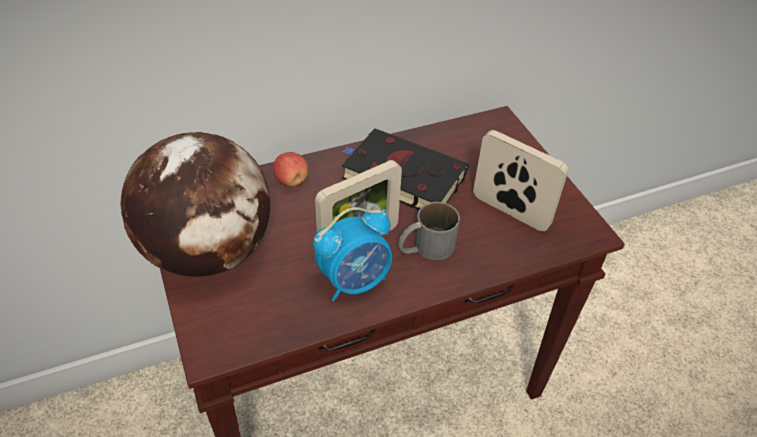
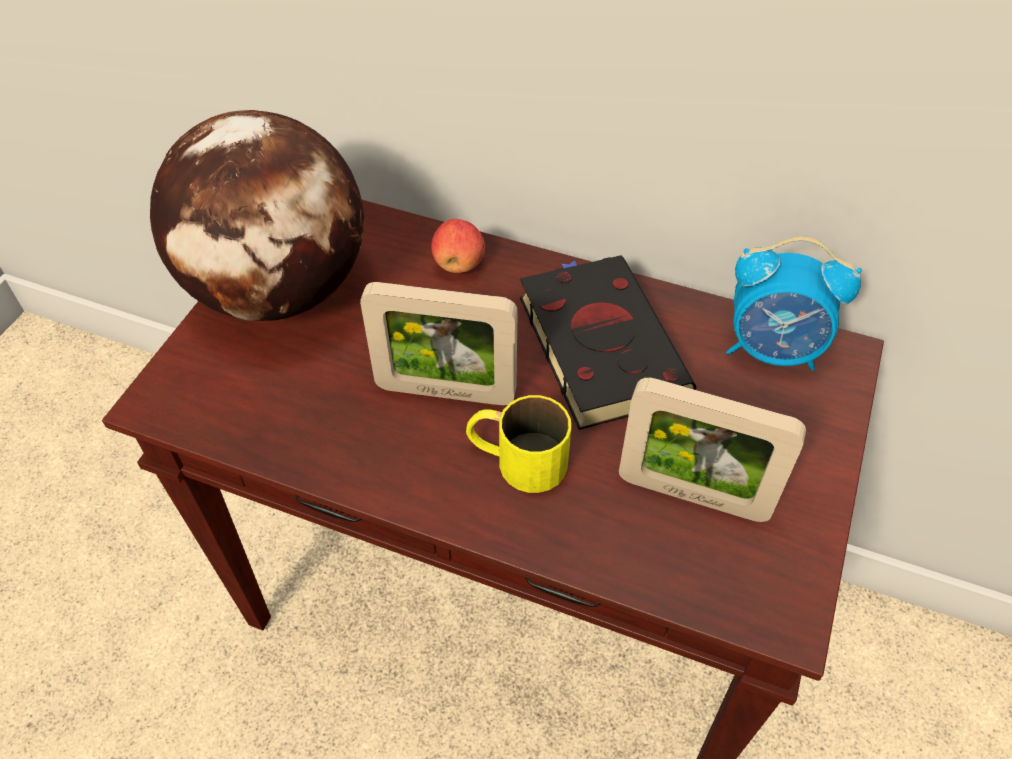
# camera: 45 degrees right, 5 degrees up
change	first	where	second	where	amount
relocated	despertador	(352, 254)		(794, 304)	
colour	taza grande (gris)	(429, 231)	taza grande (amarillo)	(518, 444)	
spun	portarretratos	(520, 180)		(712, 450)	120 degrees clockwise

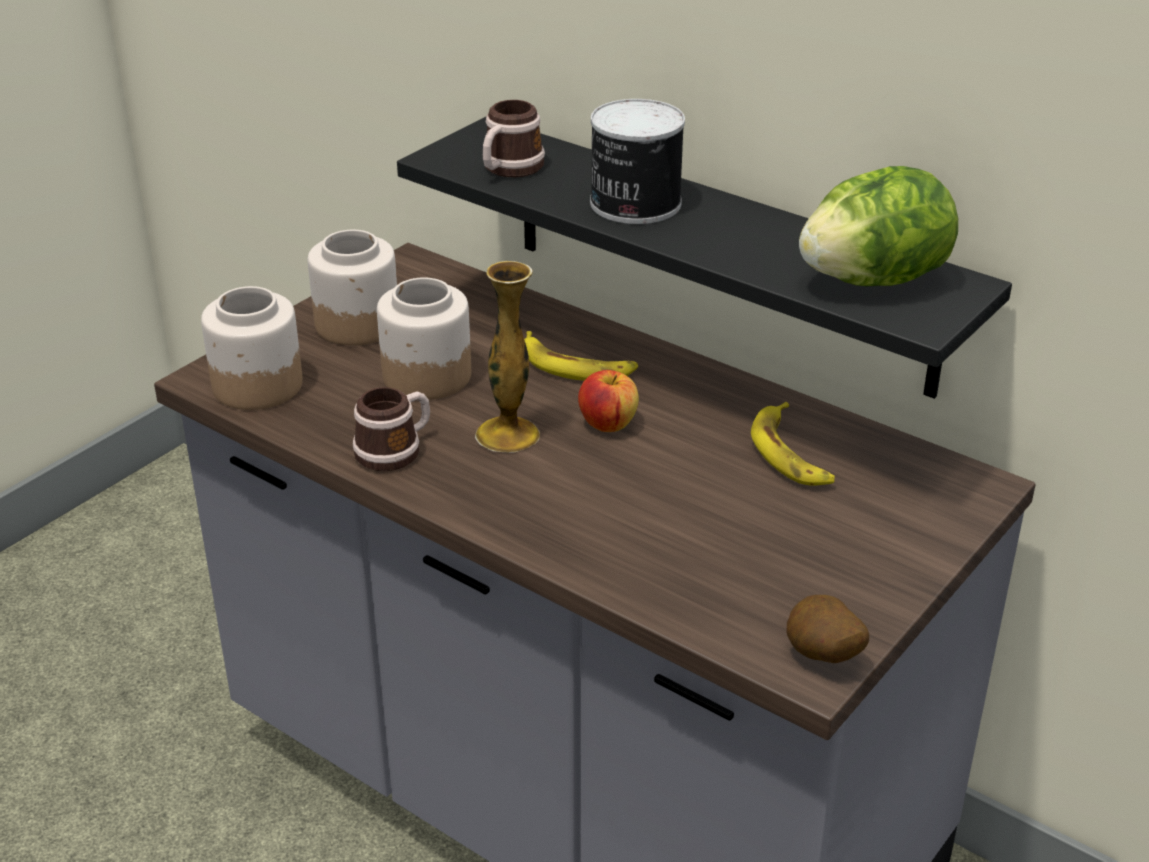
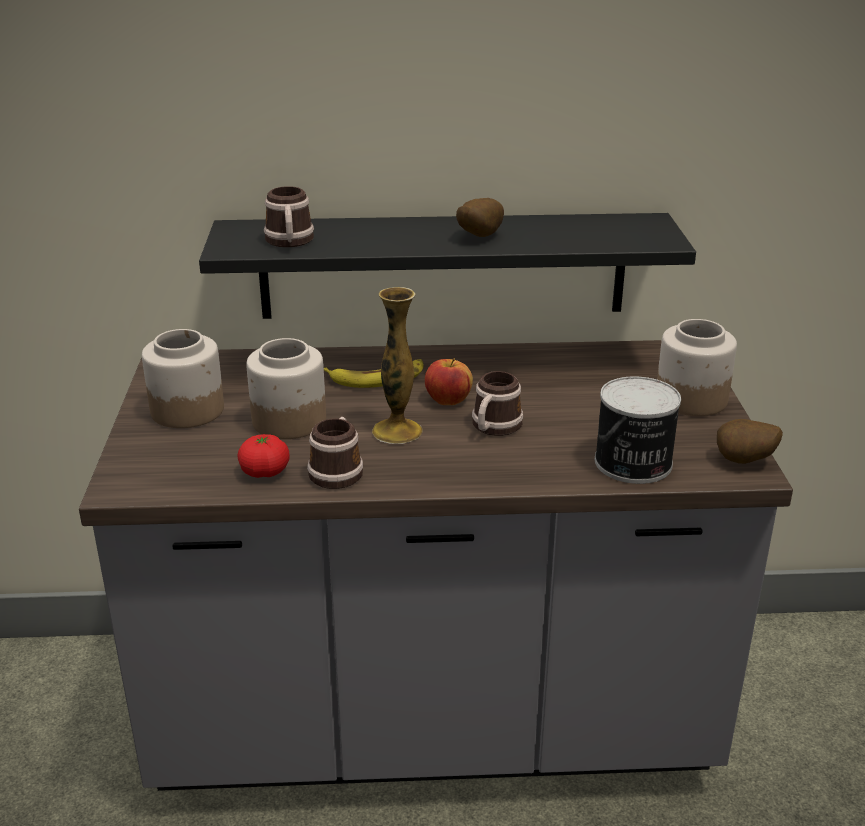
# camera: 40 degrees left, 5 degrees down
change	first	where	second	where	amount
relocated	tarro	(252, 348)		(697, 367)	
relocated	lata	(637, 161)		(638, 430)	
missing	plátano	(793, 444)			
missing	lechuga	(878, 226)			
appeared			tomate	(263, 456)	
appeared			patata	(480, 217)	
appeared			taza grande	(497, 403)	

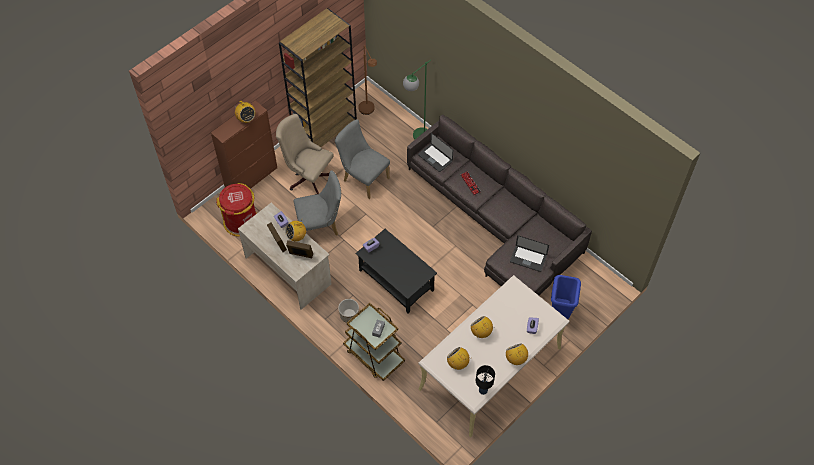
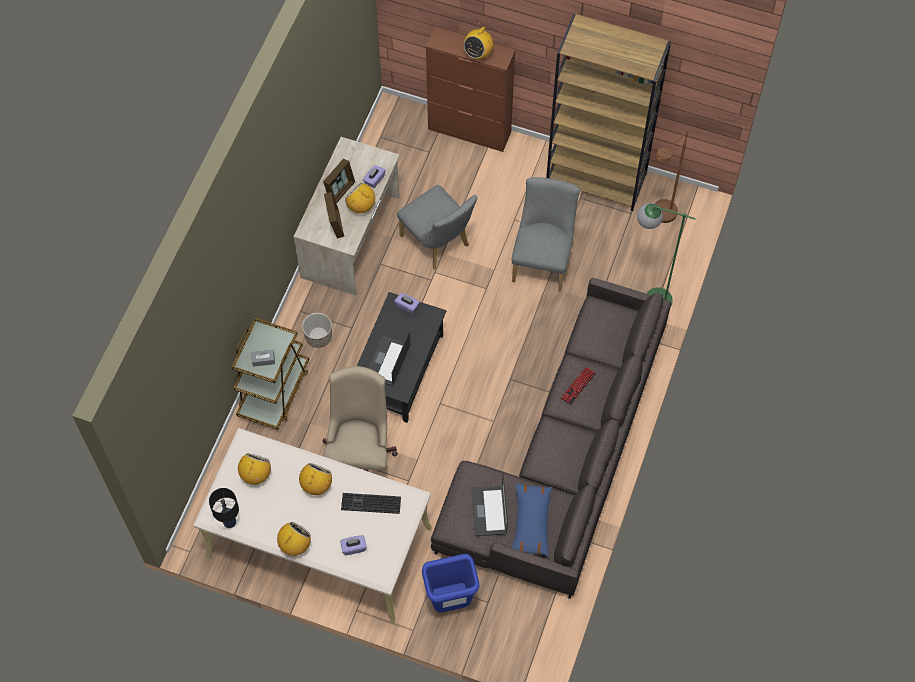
# camera: 65 degrees right, 5 degrees up
change	first	where	second	where	amount
missing	papelera (rojo)	(236, 210)			
relocated	silla de oficina (beis)	(305, 154)		(360, 419)	
relocated	portátil	(435, 152)		(389, 358)	
appeared			teclado	(371, 503)	
appeared			cojín (azul)	(532, 520)	

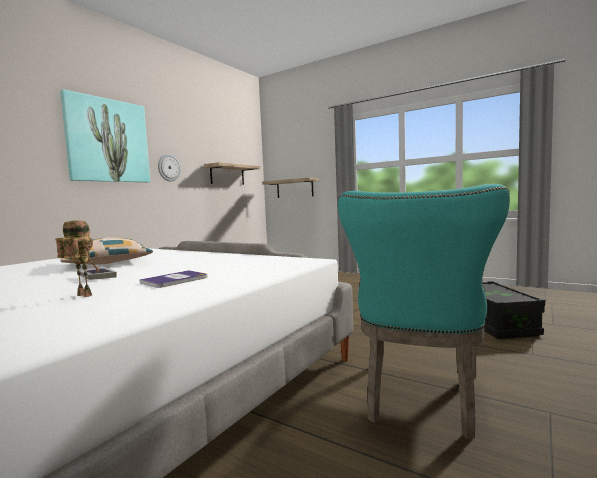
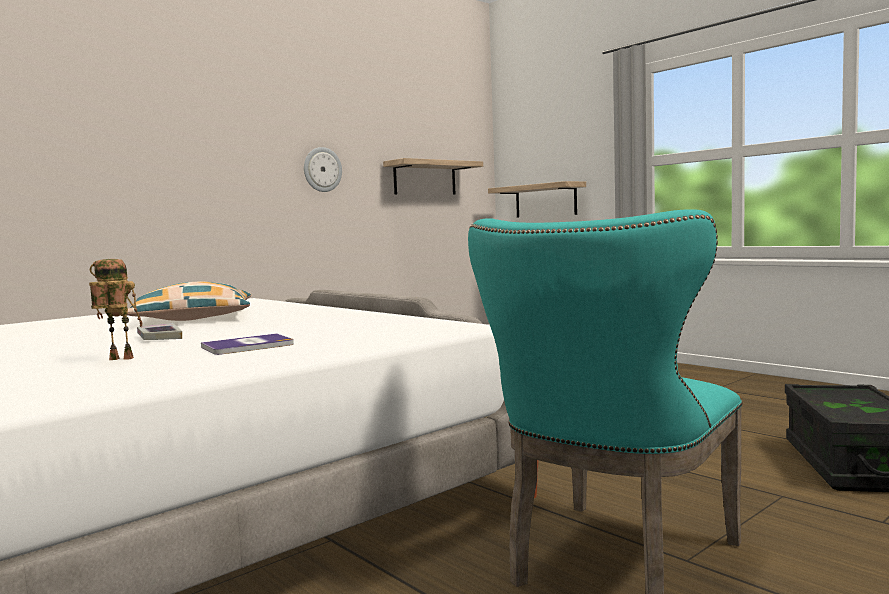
# camera: 15 degrees right, 0 degrees up
change	first	where	second	where	amount
spun	robot de juguete	(78, 259)		(115, 309)	45 degrees counterclockwise
missing	cuadro	(105, 135)			

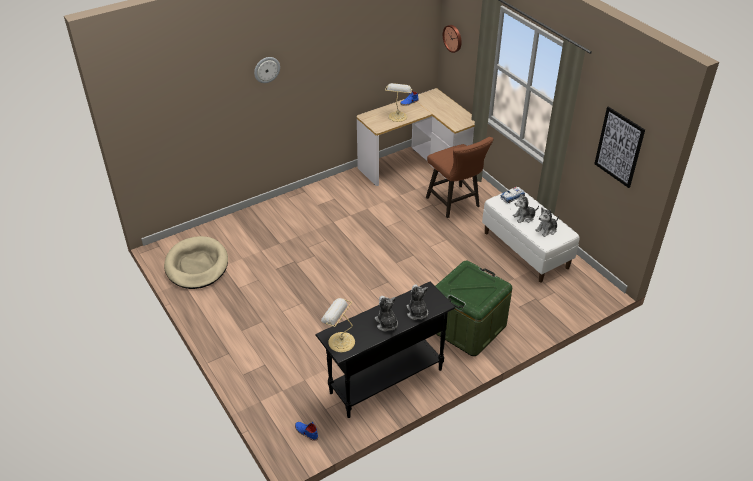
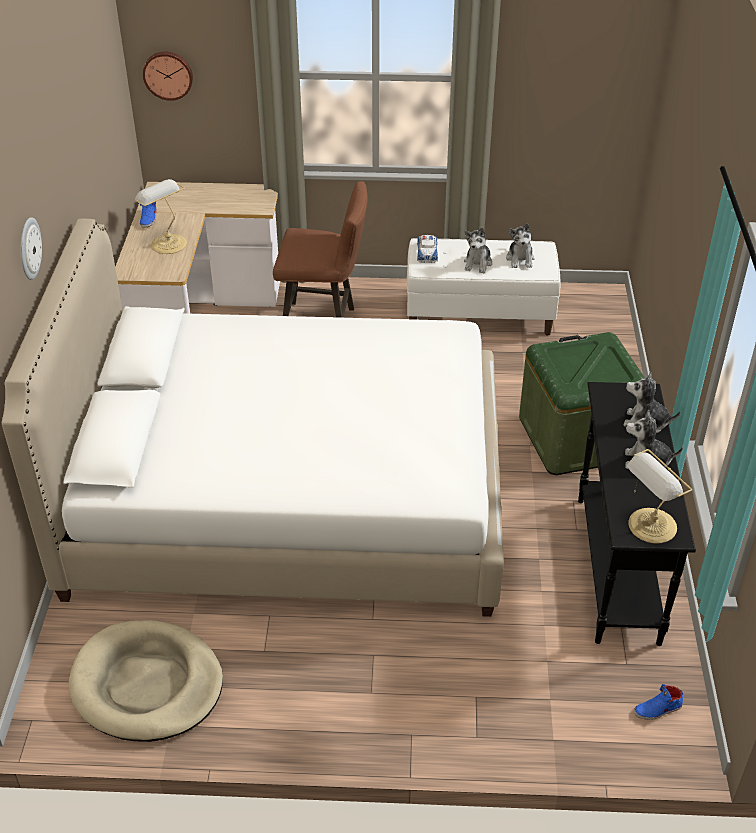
# camera: 55 degrees left, 0 degrees up
change	first	where	second	where	amount
missing	cuadro	(619, 147)			
appeared			cama (blanco)	(253, 418)	

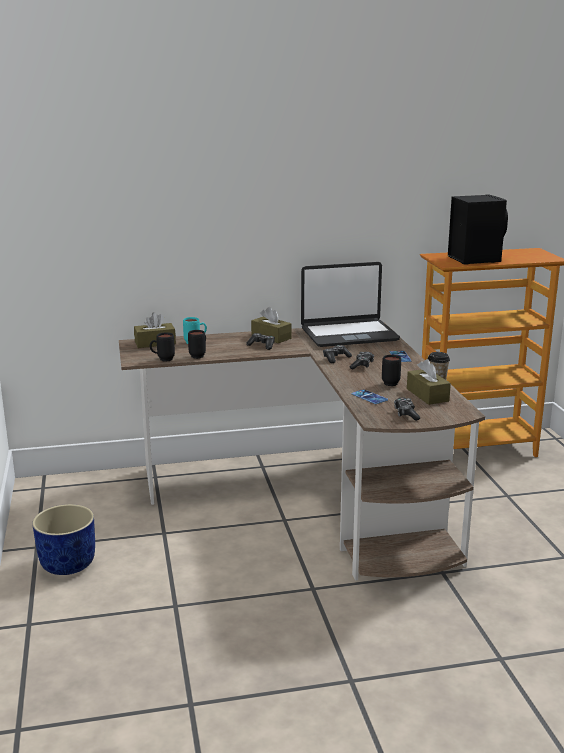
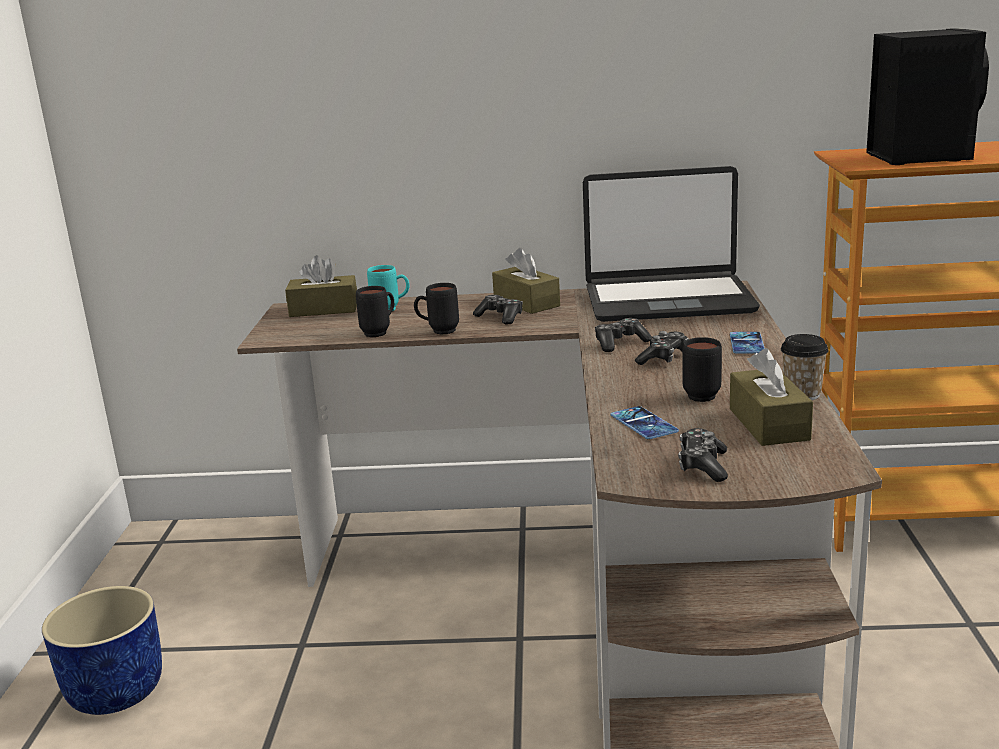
# camera: 15 degrees right, 0 degrees up
change	first	where	second	where	amount
relocated	taza grande (negro)	(162, 347)		(436, 309)	

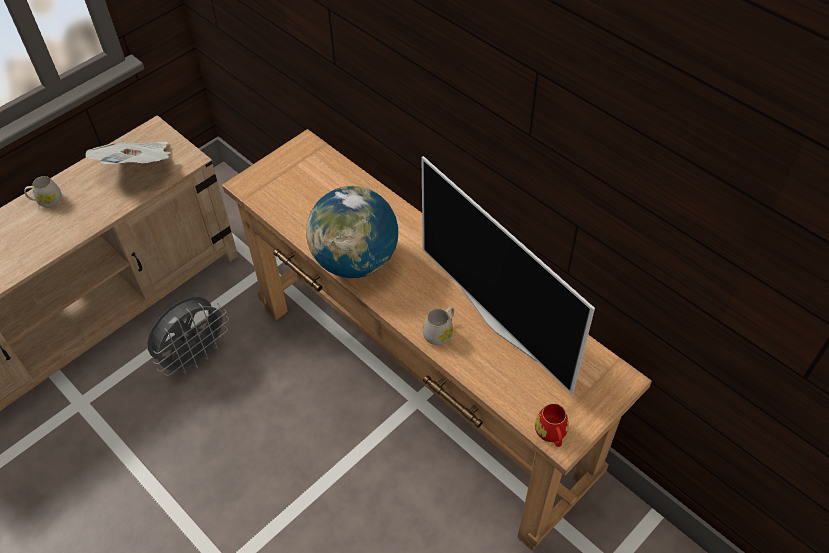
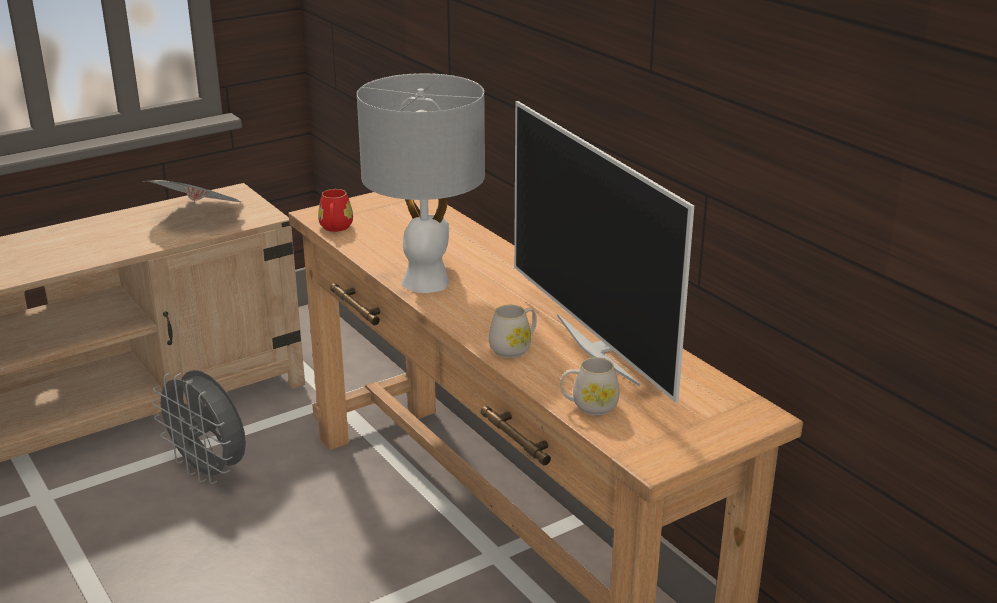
# camera: 10 degrees right, 25 degrees down
change	first	where	second	where	amount
relocated	taza grande (blanco)	(43, 192)		(590, 386)	
spun	ventilador (gris)	(188, 336)		(199, 427)	75 degrees clockwise
exchanged	globo terráqueo	(352, 232)	lámpara de mesa (gris)	(421, 183)	
relocated	taza grande (rojo)	(552, 425)		(335, 210)	

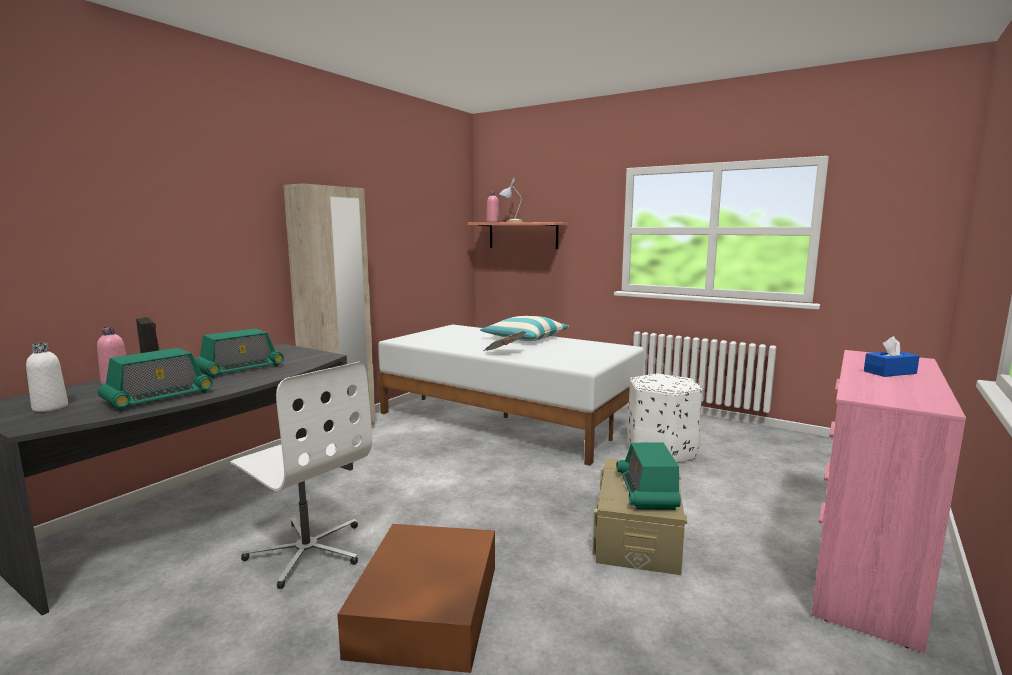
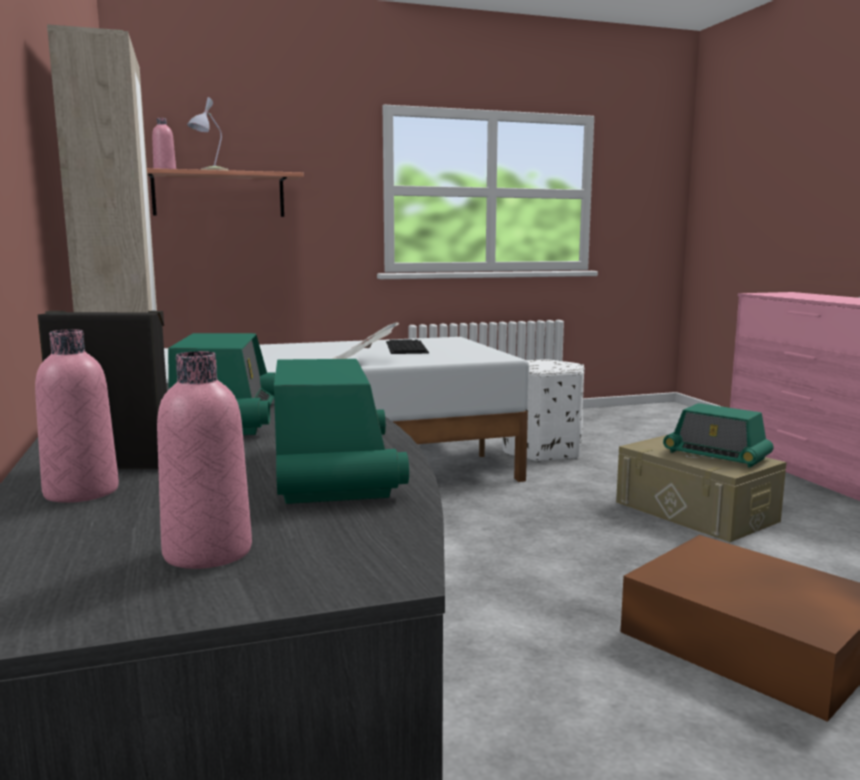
# camera: 50 degrees left, 0 degrees up
change	first	where	second	where	amount
colour	botella (blanco)	(47, 377)	botella (rosa)	(204, 460)	
missing	silla de oficina (blanco)	(301, 475)			
missing	cojín	(524, 328)			
missing	caja de pañuelos (azul)	(892, 356)			
appeared			teclado	(407, 346)	

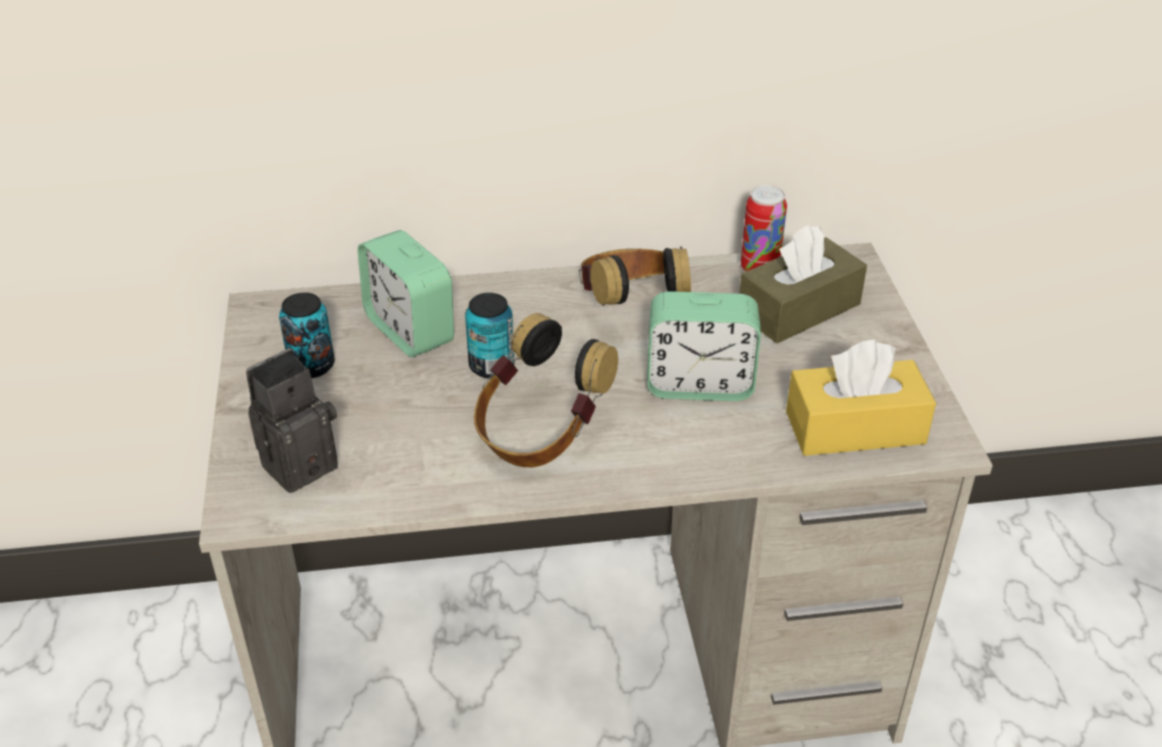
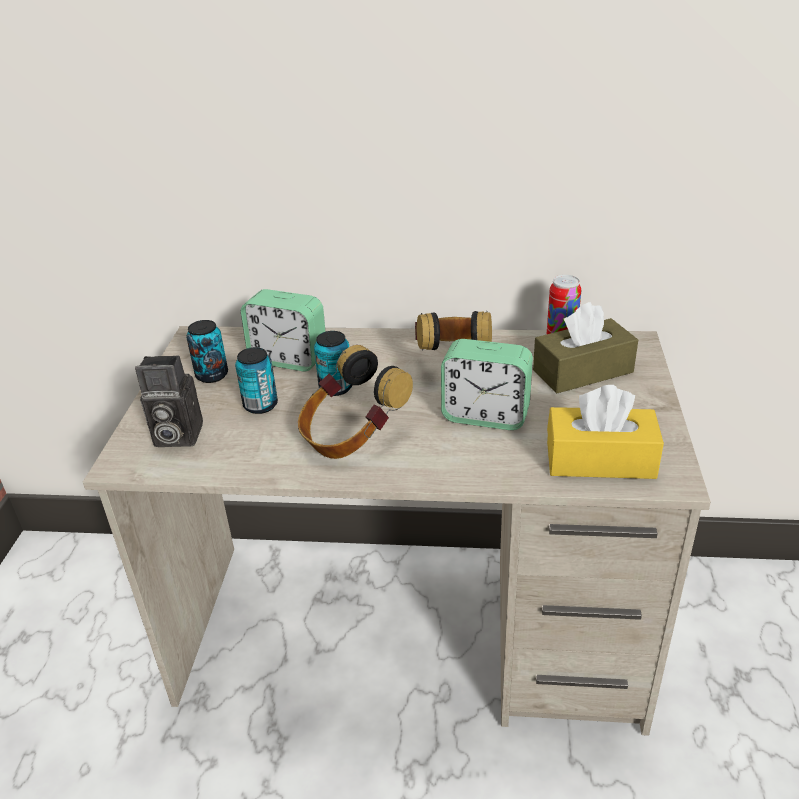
# camera: 15 degrees right, 5 degrees down
change	first	where	second	where	amount
spun	cámara	(292, 421)		(169, 401)	150 degrees counterclockwise
spun	despertador	(406, 293)		(283, 330)	45 degrees counterclockwise
appeared			lata	(256, 380)	

